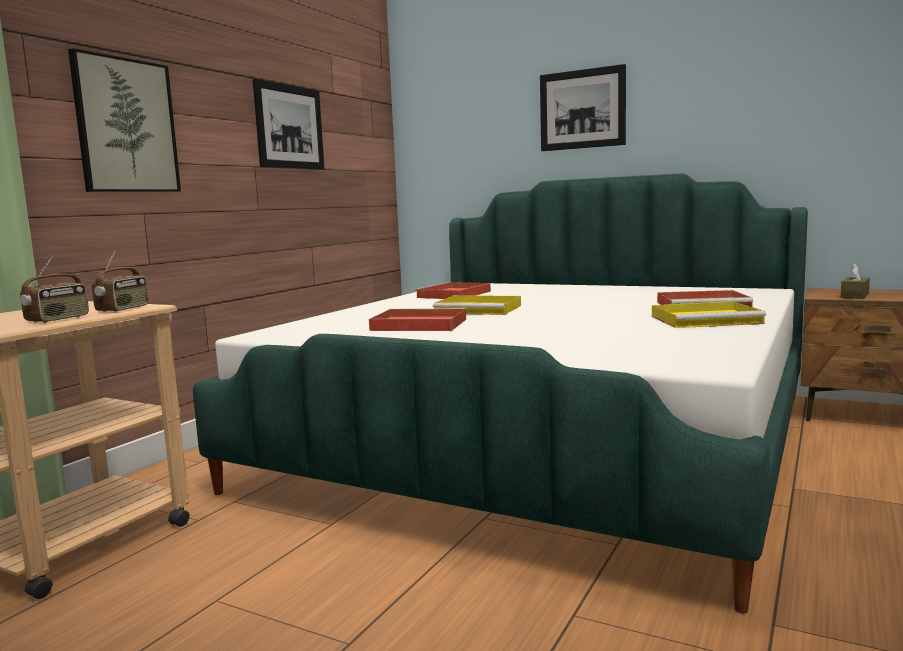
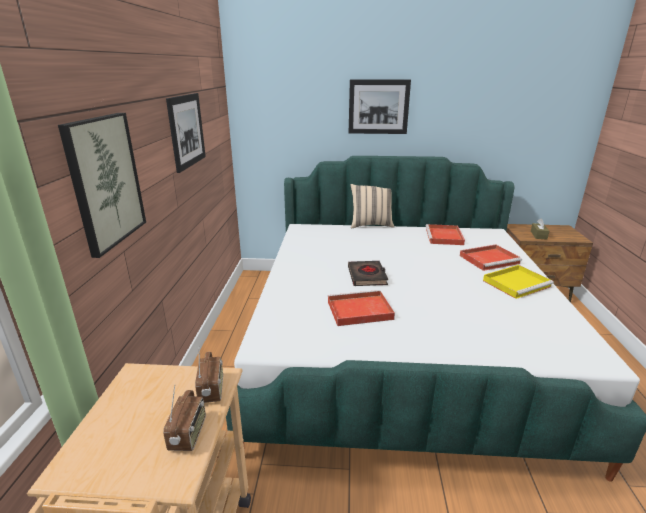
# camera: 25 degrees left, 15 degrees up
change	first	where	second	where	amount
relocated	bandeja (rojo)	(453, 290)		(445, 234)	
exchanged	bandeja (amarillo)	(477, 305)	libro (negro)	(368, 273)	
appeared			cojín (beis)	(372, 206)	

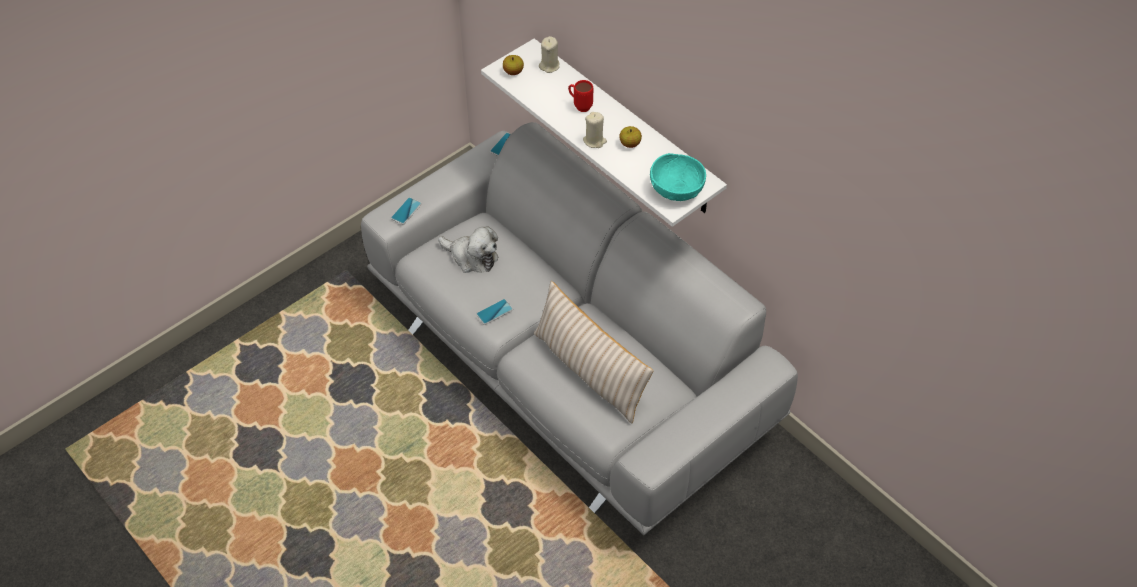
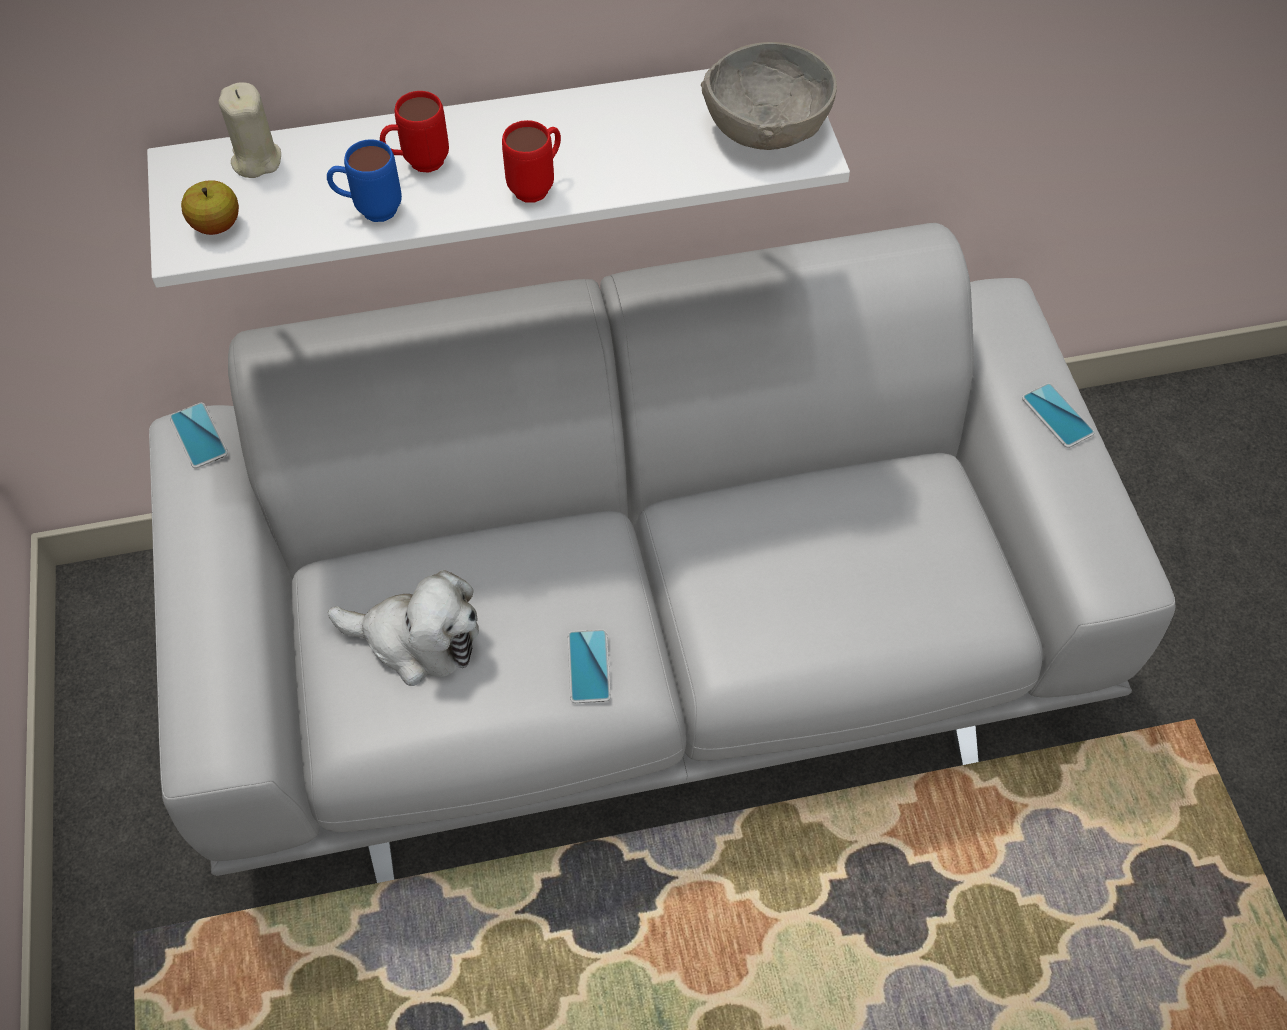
# camera: 60 degrees left, 5 degrees up
change	first	where	second	where	amount
relocated	móvil	(406, 210)		(1058, 415)	
spun	peluche	(468, 249)		(403, 628)	45 degrees clockwise
missing	cojín (beis)	(593, 352)			
exchanged	vela (beis)	(595, 130)	taza grande (rojo)	(531, 161)	
missing	manzana	(630, 137)			
colour	cuenco (turquesa)	(678, 177)	cuenco (gris)	(769, 96)	
appeared			taza grande (azul)	(364, 180)	

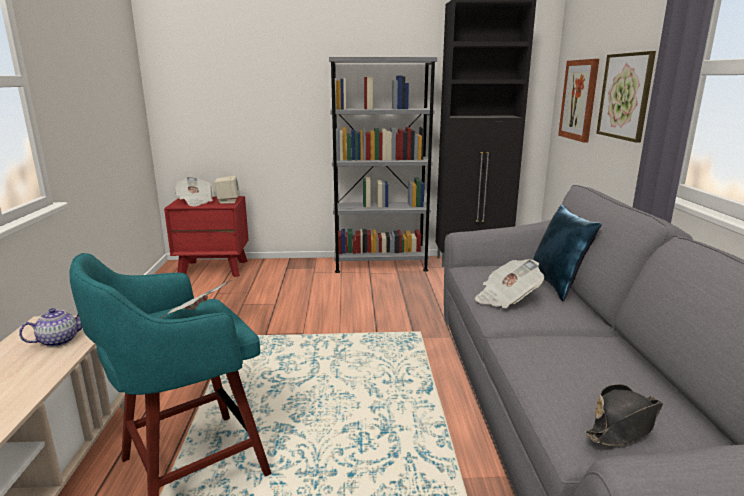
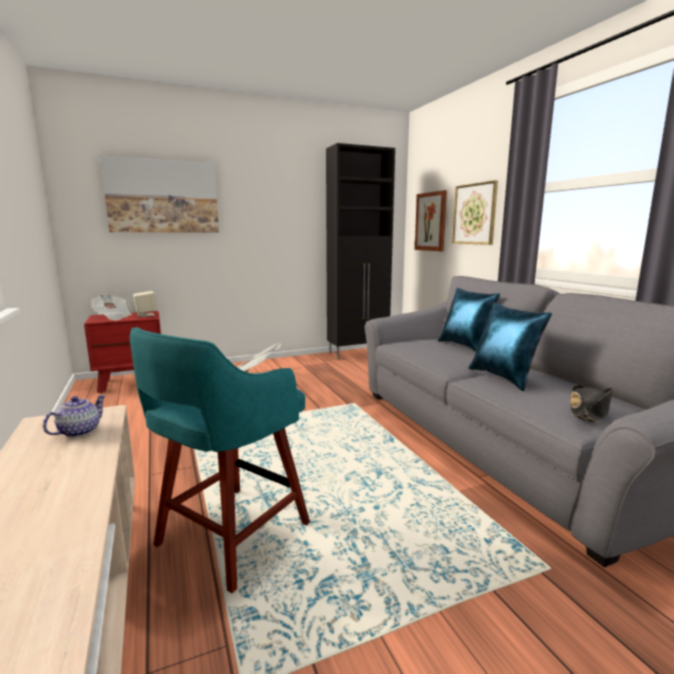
# camera: 20 degrees left, 5 degrees down
change	first	where	second	where	amount
missing	estantería (gris)	(383, 165)			
missing	periódico	(509, 283)			
appeared			cuadro	(159, 194)	
appeared			cojín (azul)	(510, 346)	

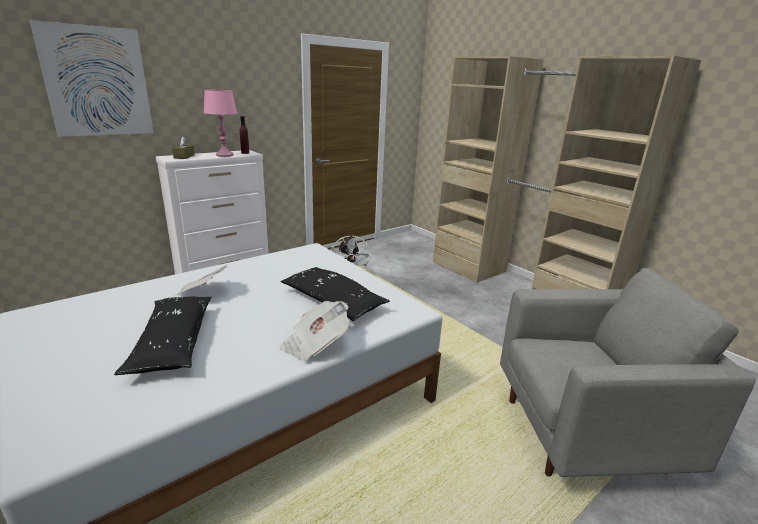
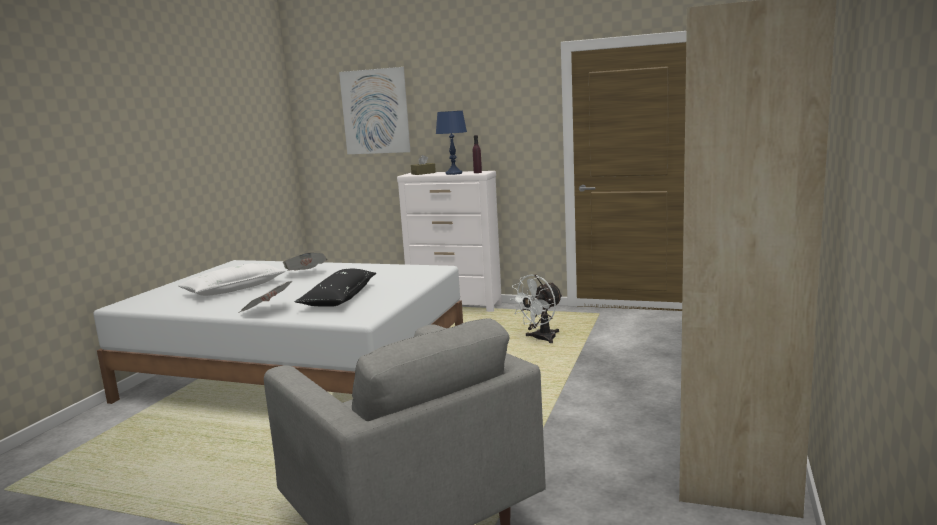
# camera: 60 degrees right, 10 degrees down
change	first	where	second	where	amount
colour	cojín (negro)	(163, 335)	cojín (blanco)	(232, 279)	
colour	lámpara de mesa (rosa)	(221, 123)	lámpara de mesa (azul)	(451, 143)	

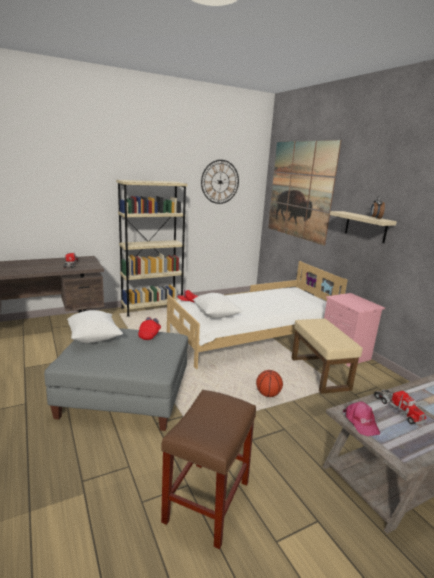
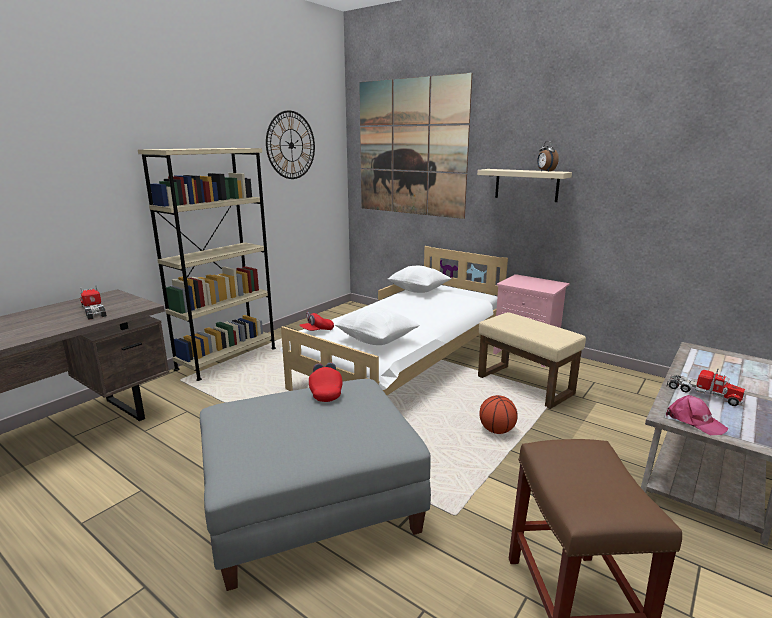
# camera: 25 degrees left, 0 degrees up
change	first	where	second	where	amount
relocated	cojín (blanco)	(95, 326)		(419, 279)	

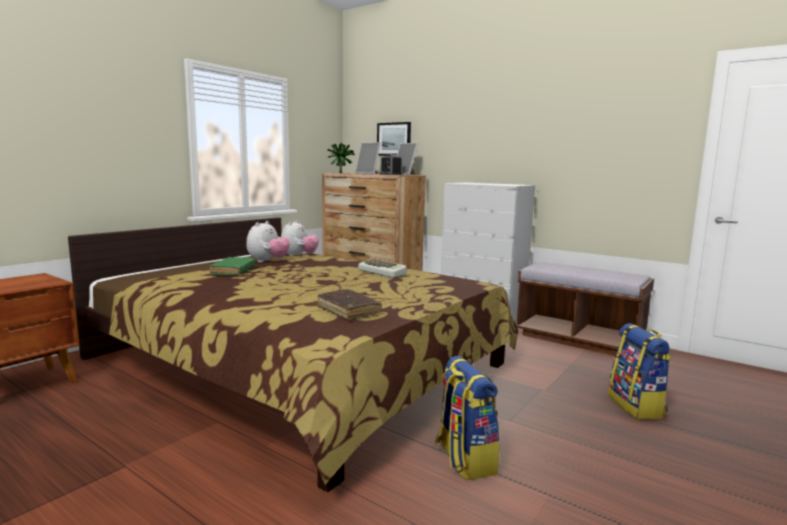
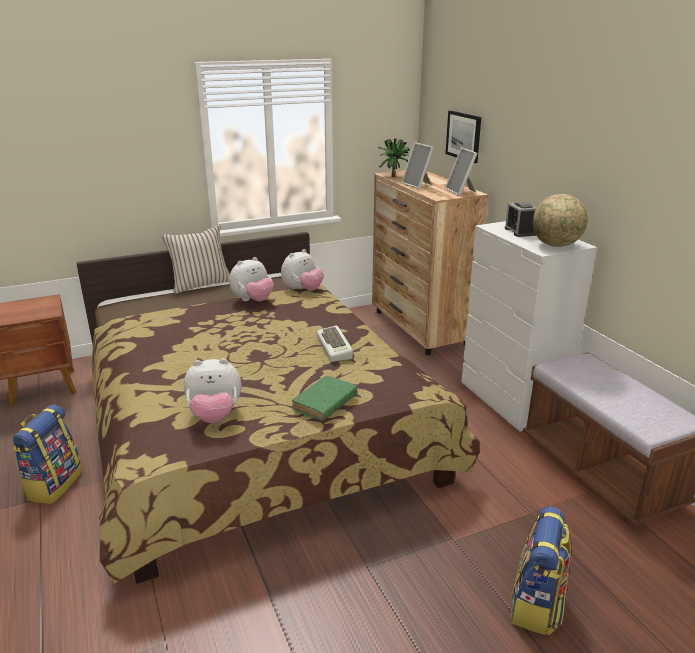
# camera: 30 degrees right, 15 degrees up
change	first	where	second	where	amount
relocated	libro (verde)	(232, 266)		(324, 398)	
exchanged	libro (marrón)	(349, 304)	peluche	(213, 390)	
relocated	despertador	(391, 164)		(521, 219)	
relocated	mochila	(467, 418)		(47, 454)	
appeared			cojín (beis)	(195, 259)	
appeared			globo terráqueo	(560, 220)	

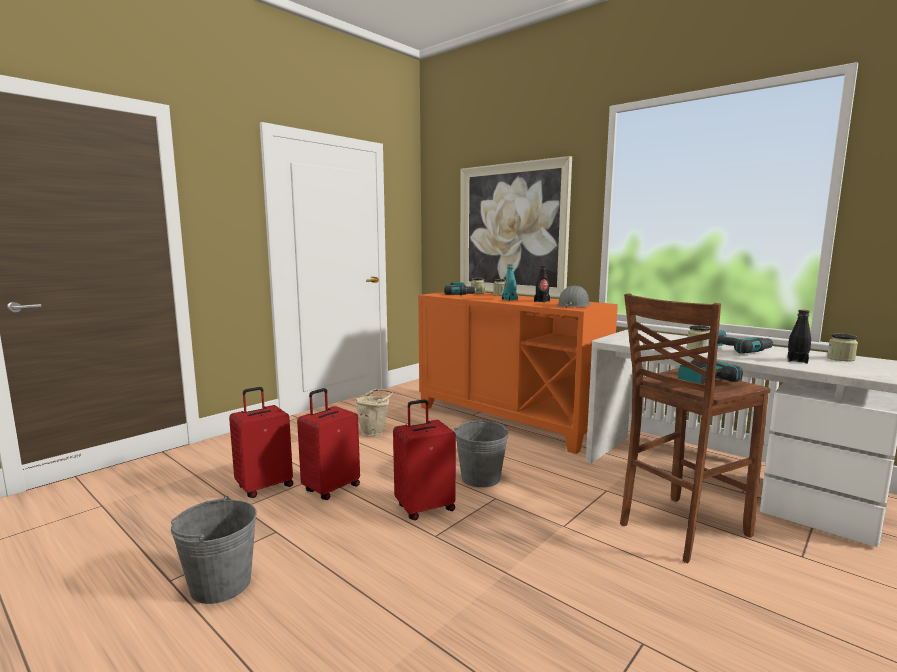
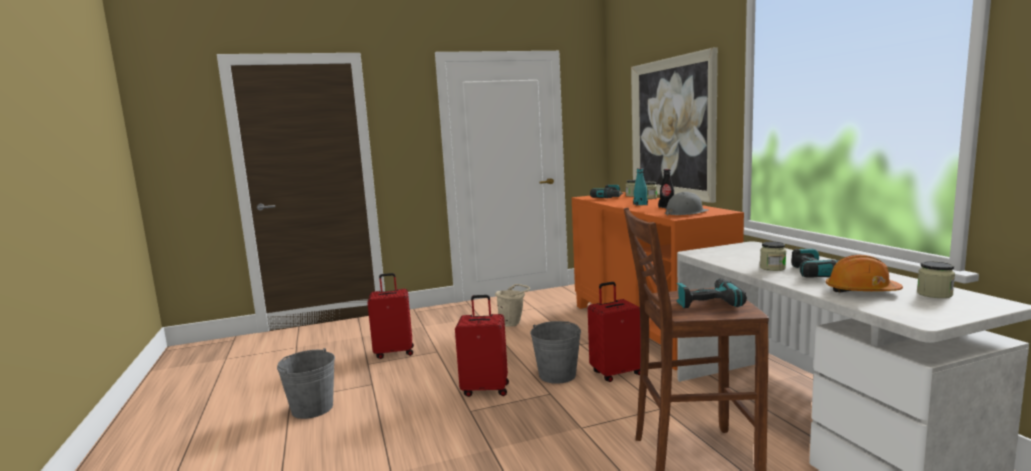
# camera: 30 degrees right, 0 degrees up
change	first	where	second	where	amount
relocated	maleta (rojo)	(328, 444)		(614, 332)	
exchanged	botella (negro)	(799, 337)	casco (naranja)	(864, 273)	

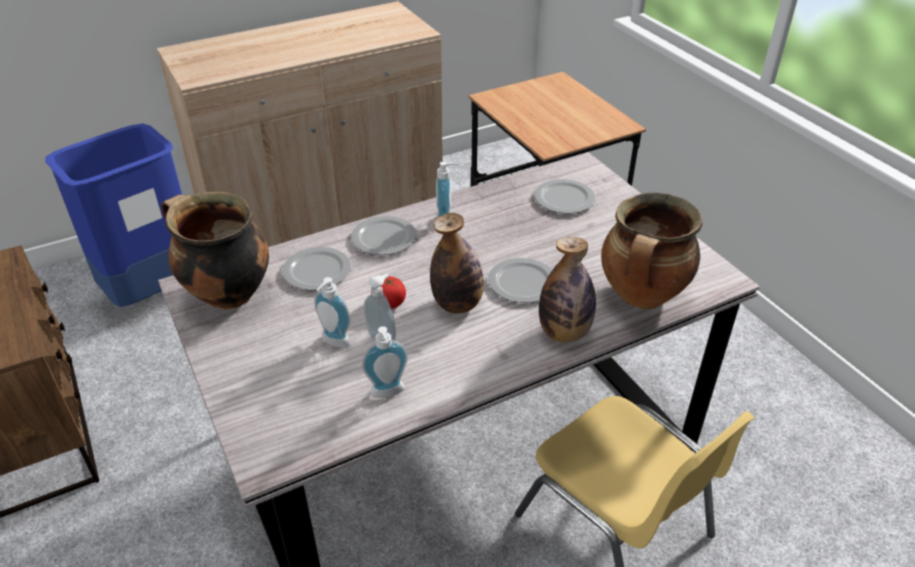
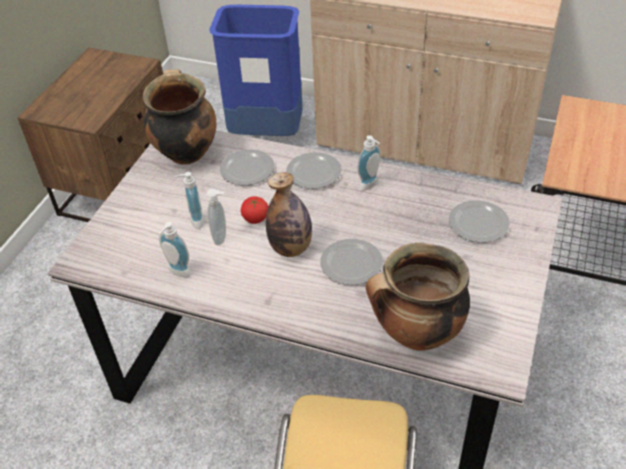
# camera: 50 degrees right, 5 degrees up
change	first	where	second	where	amount
missing	botella	(567, 289)			

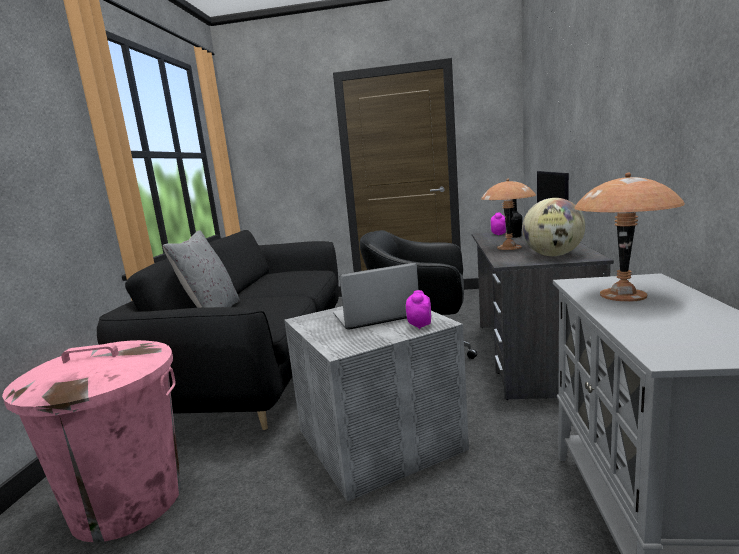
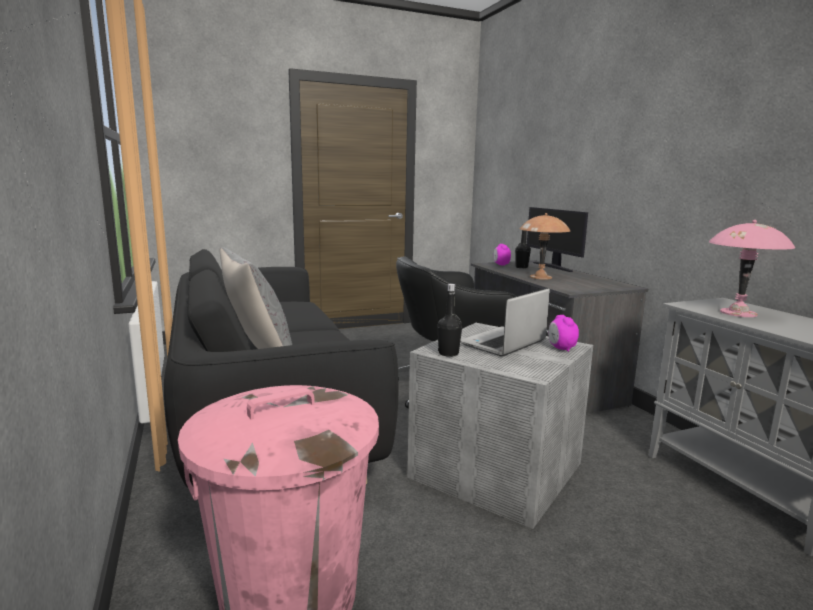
# camera: 30 degrees left, 0 degrees up
change	first	where	second	where	amount
missing	globo terráqueo	(553, 227)			
colour	lámpara de mesa (marrón)	(629, 237)	lámpara de mesa (rosa)	(752, 268)	
appeared			botella (negro)	(449, 320)	

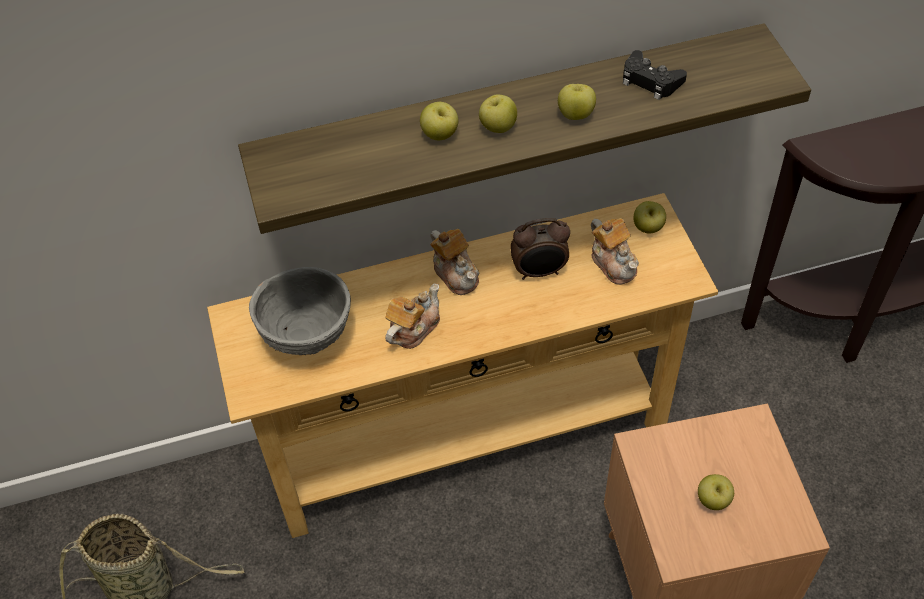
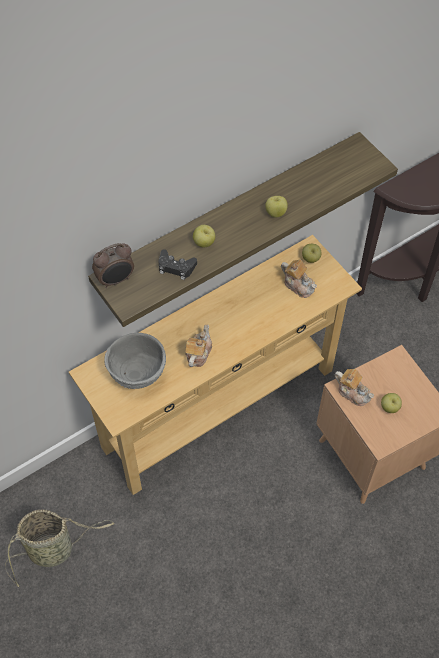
# camera: 20 degrees left, 5 degrees up
change	first	where	second	where	amount
relocated	tetera	(454, 262)		(354, 387)	
missing	manzana	(498, 113)			
relocated	despertador	(540, 249)		(113, 265)	
relocated	mando de consola (negro)	(655, 75)		(177, 264)	

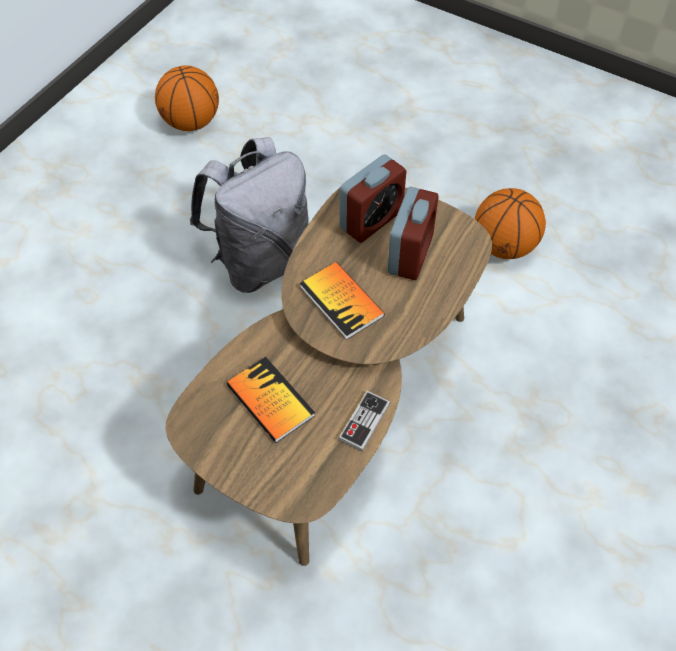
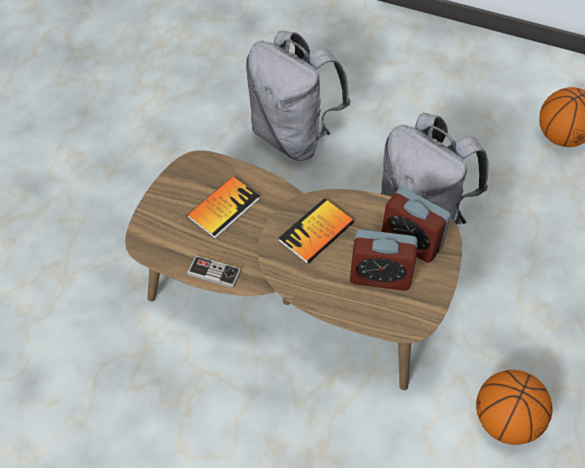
# camera: 80 degrees right, 0 degrees up
change	first	where	second	where	amount
appeared			mochila (gris)	(298, 96)	

